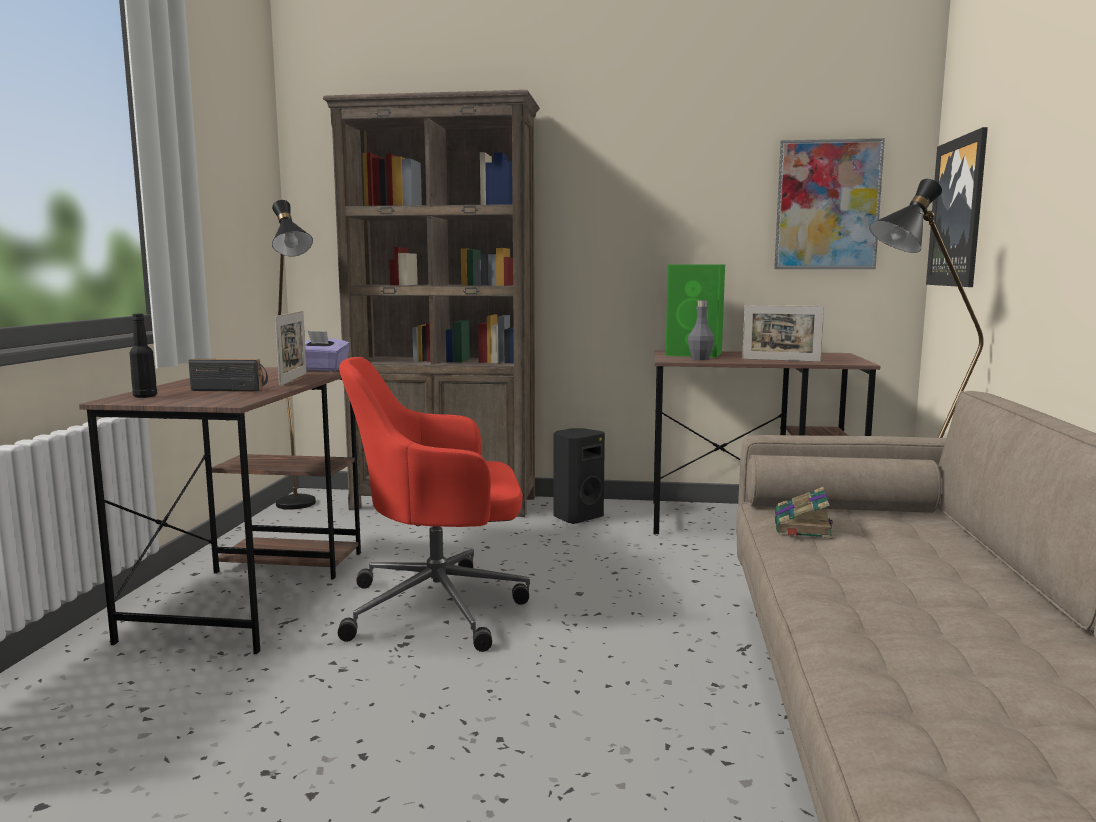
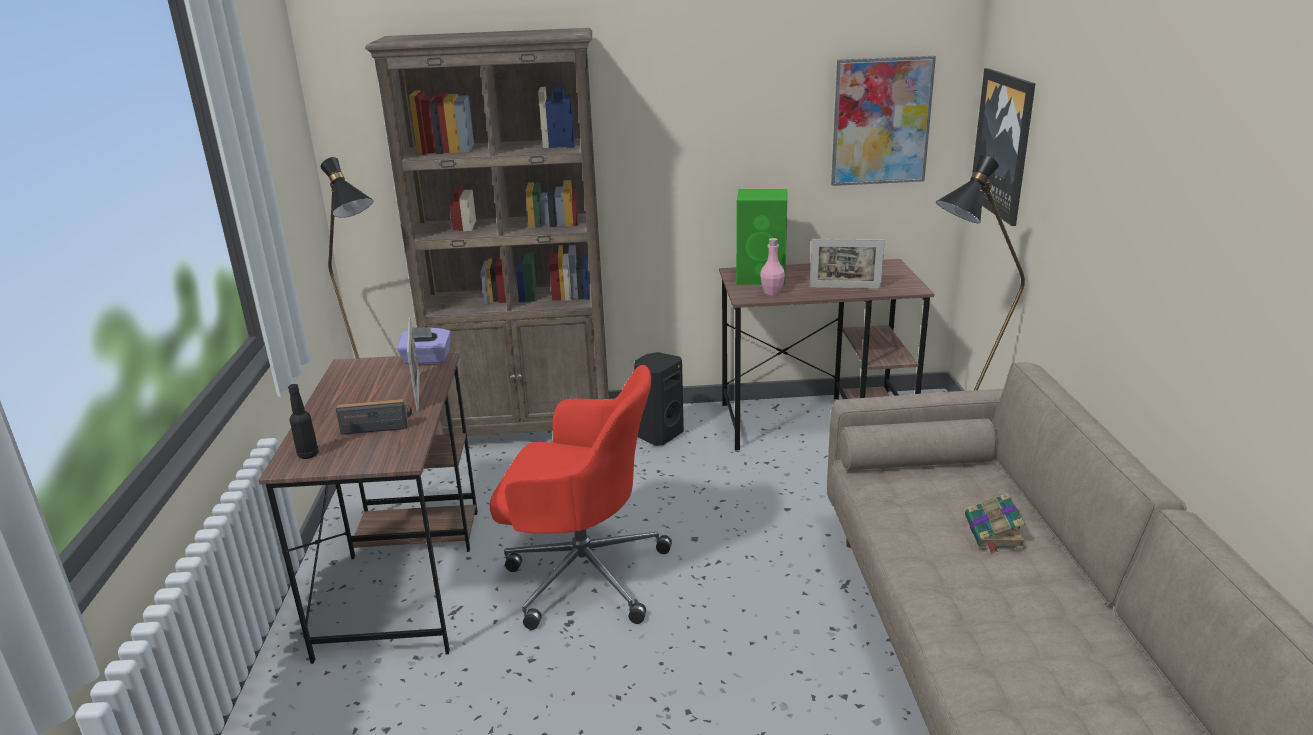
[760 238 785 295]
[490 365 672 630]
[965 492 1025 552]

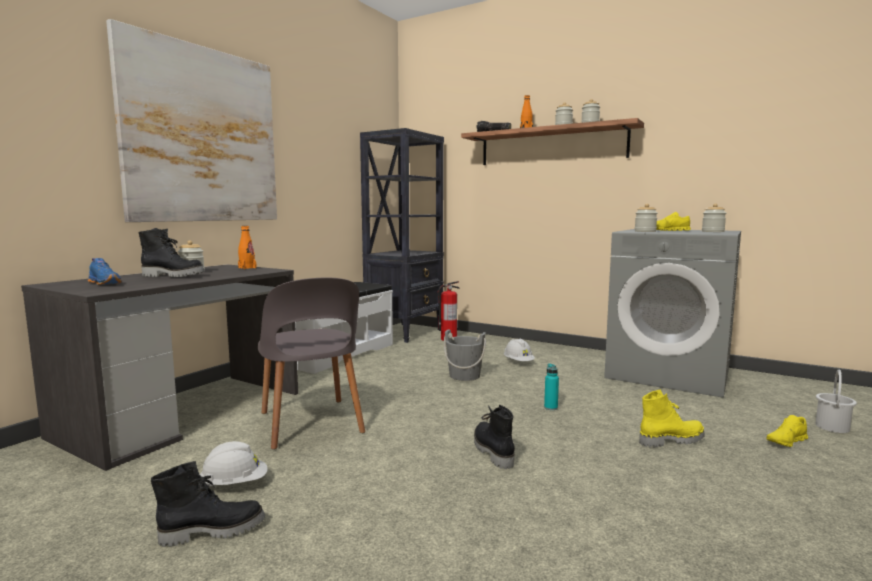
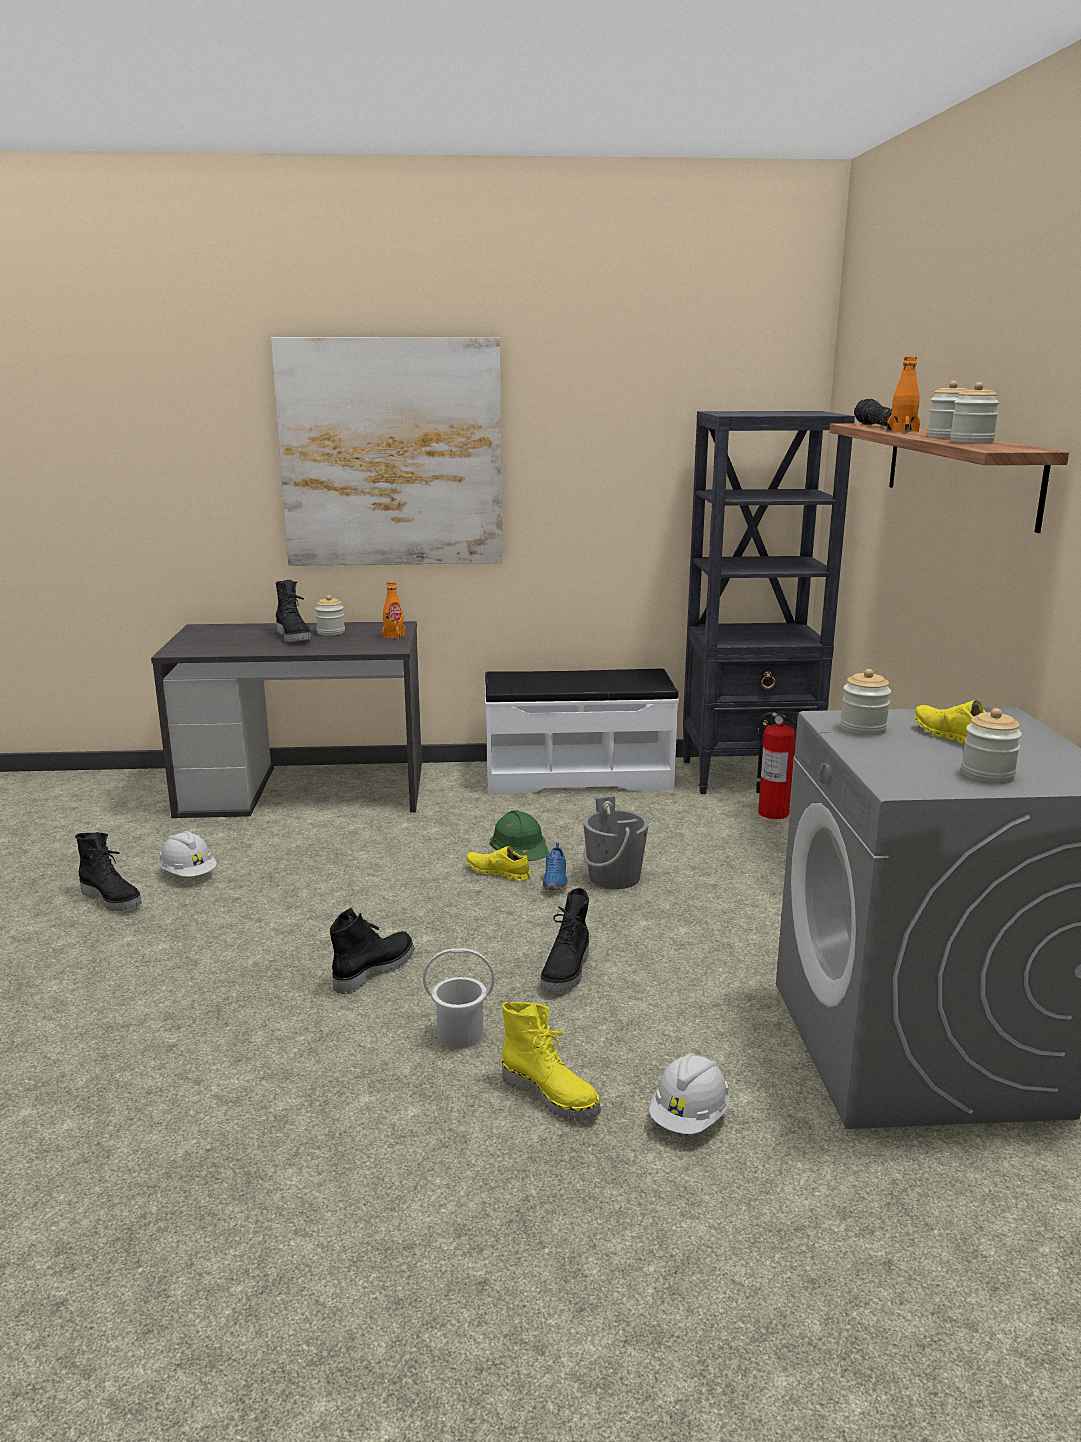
[542 843 568 890]
[258 278 365 449] (first image)
[649 1053 730 1134]
[540 888 589 992]
[423 948 495 1049]
[466 846 531 881]
[490 810 550 861]

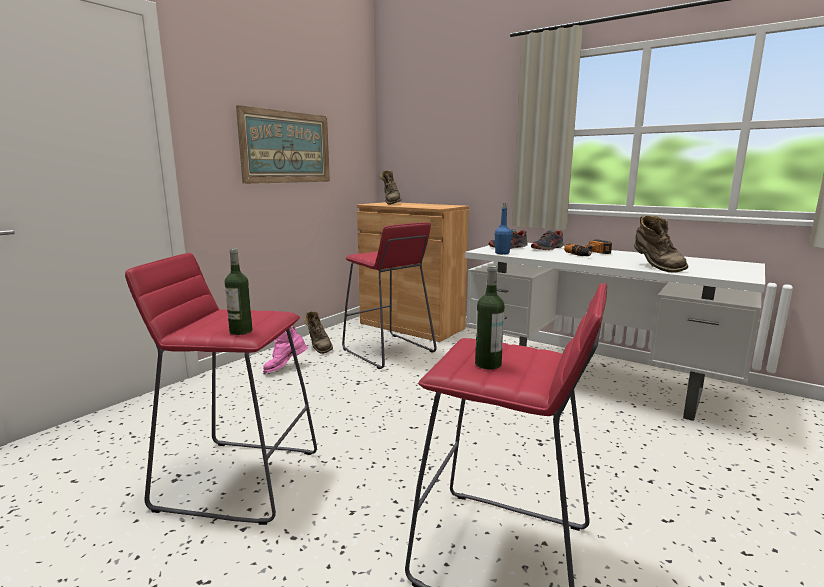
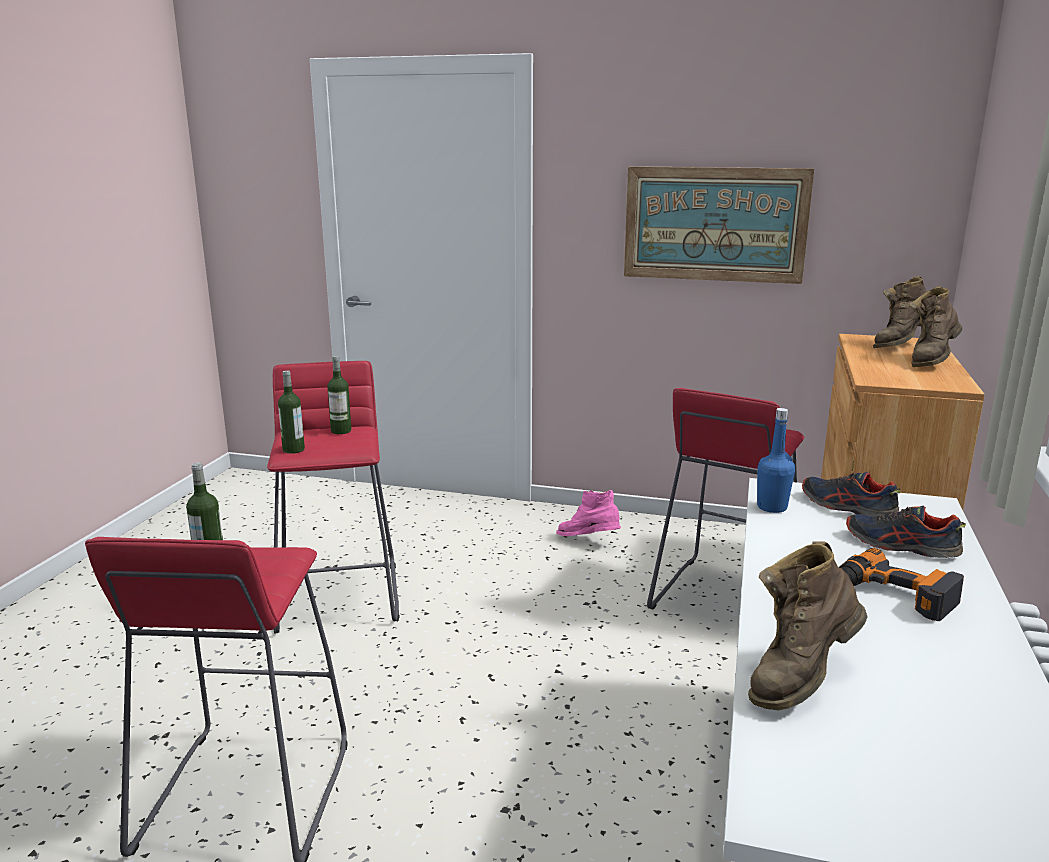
[909 286 963 367]
[327 356 351 434]

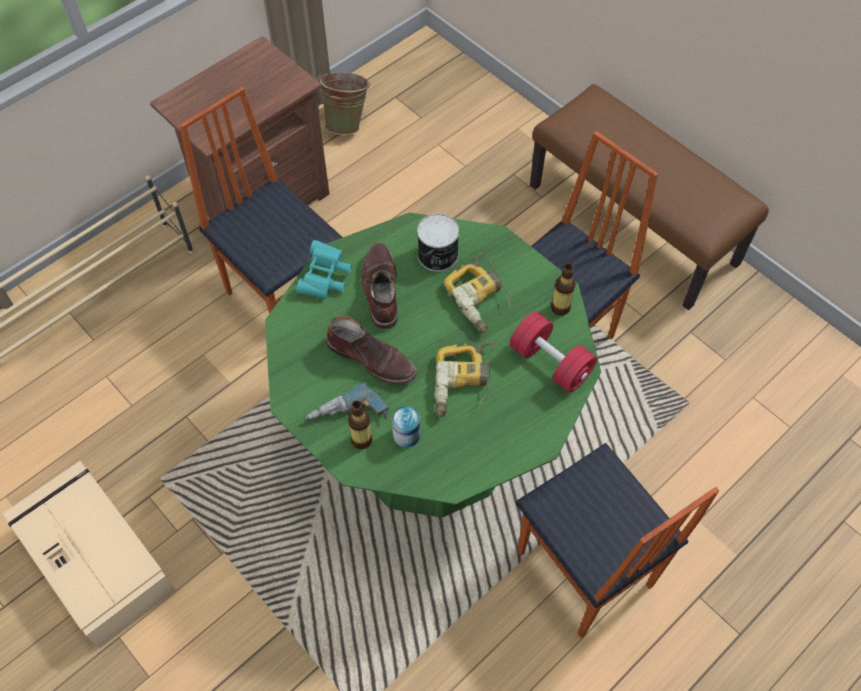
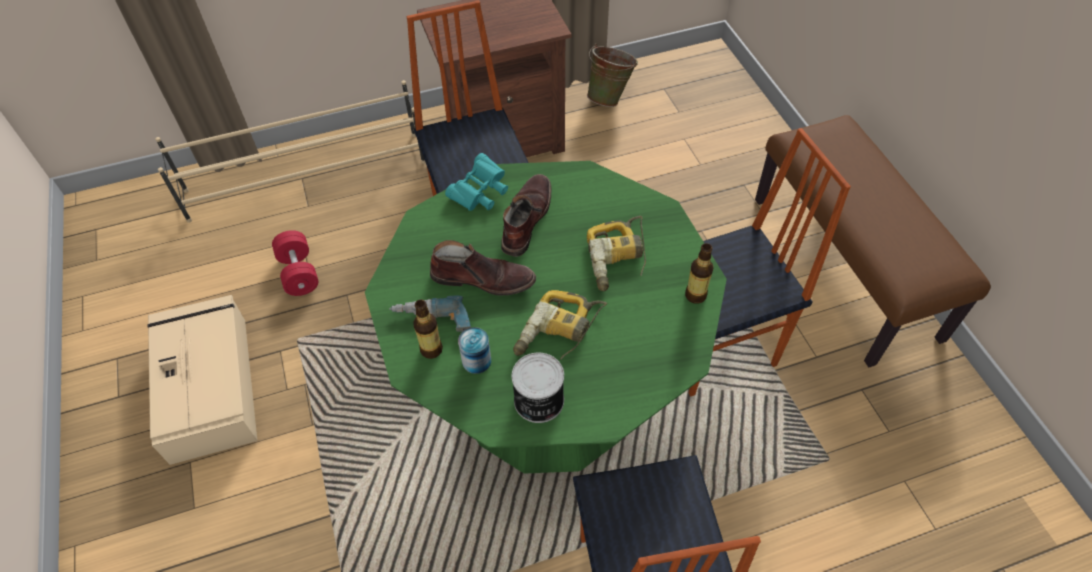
[512 353 564 423]
[272 230 318 296]
[430 240 536 295]

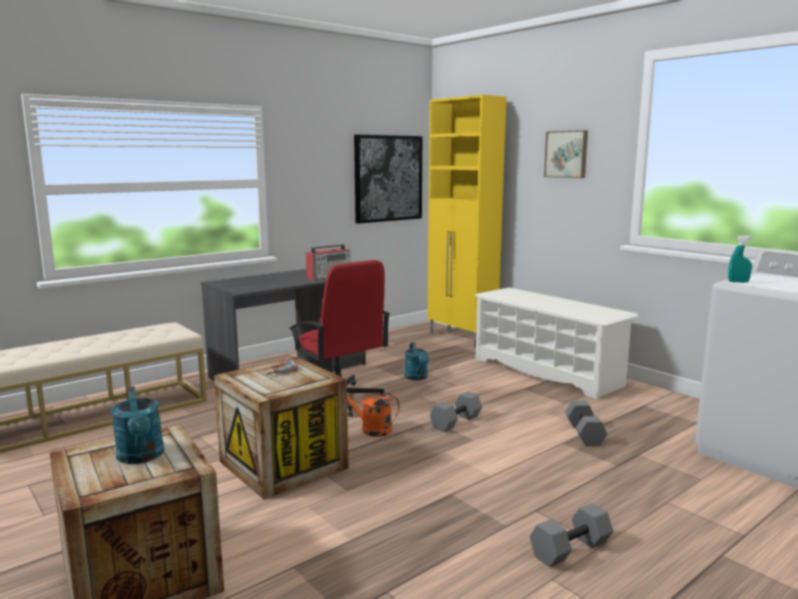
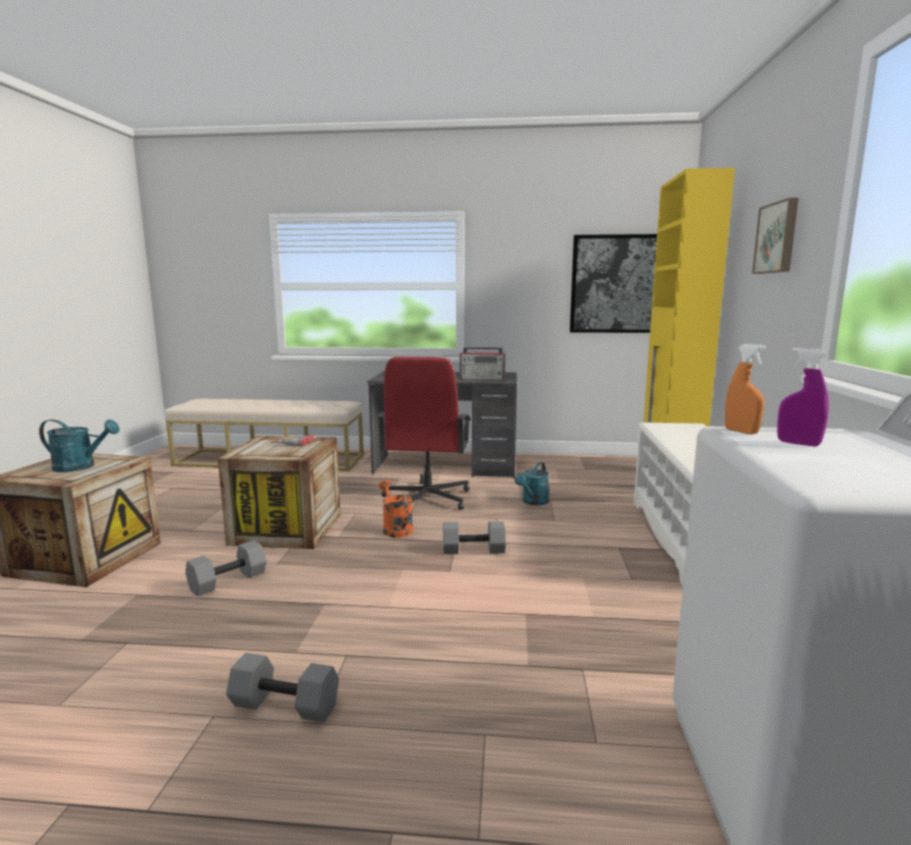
[725 344 766 434]
[39 419 120 472]
[185 540 267 596]
[777 348 829 446]

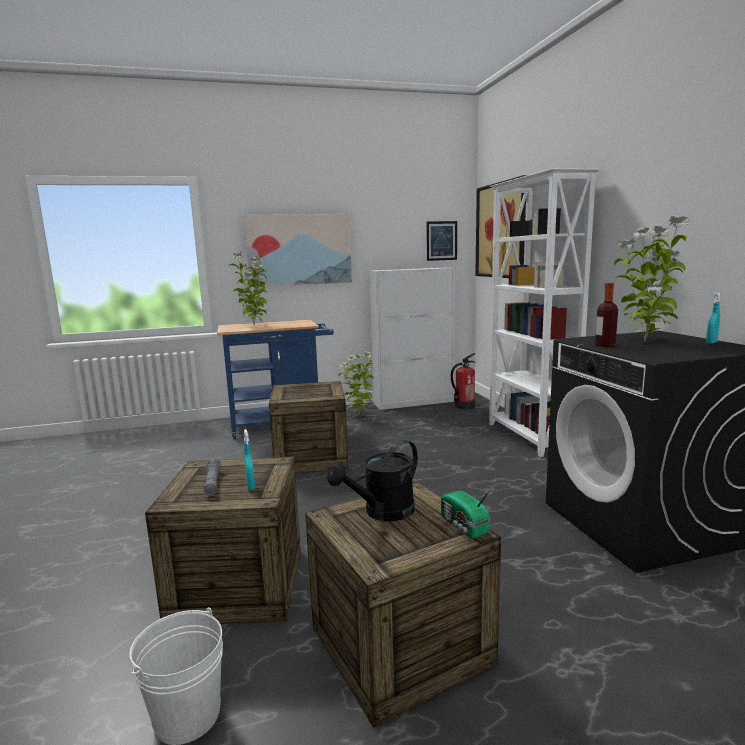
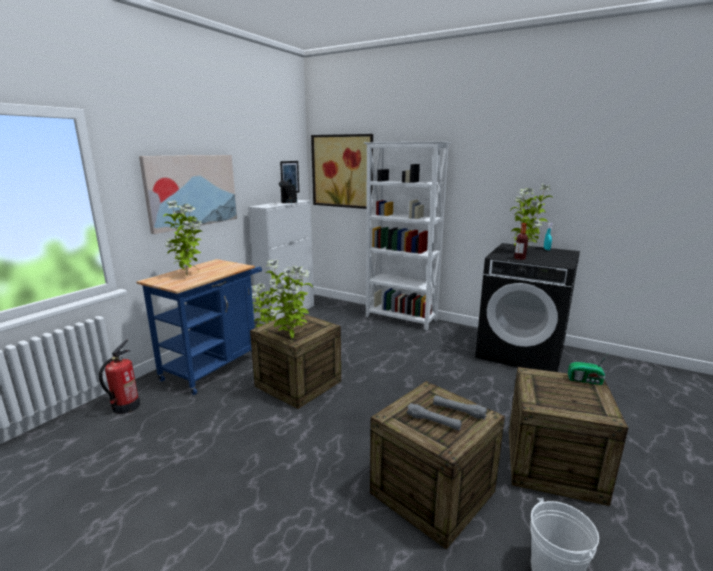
[99 340 140 414]
[433 395 487 419]
[279 179 297 203]
[266 259 313 338]

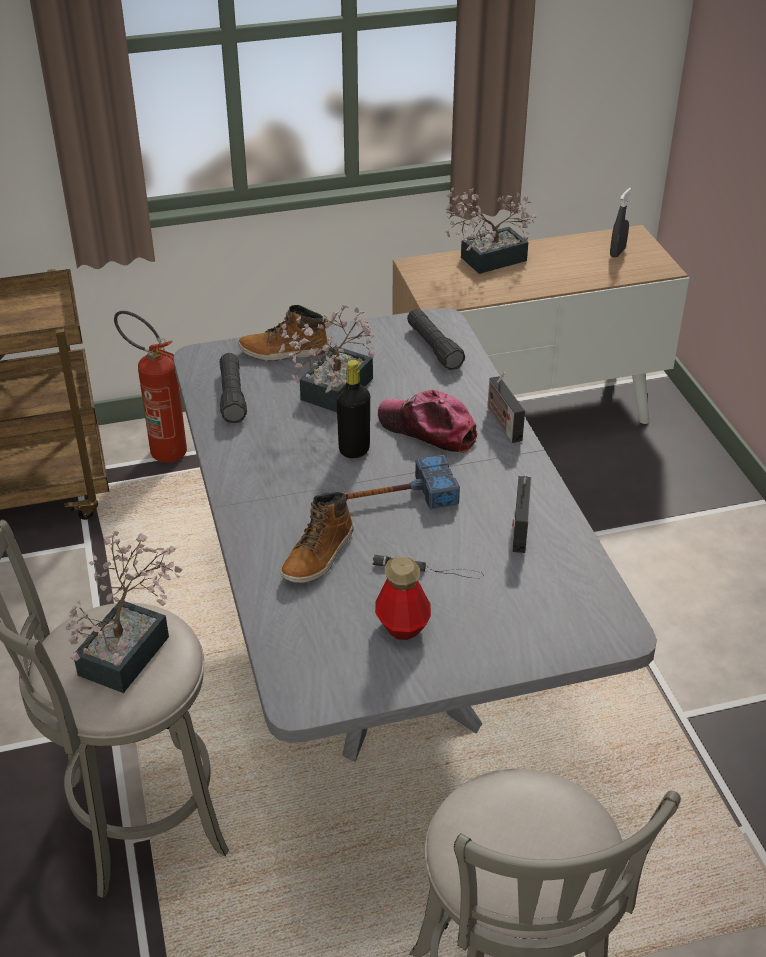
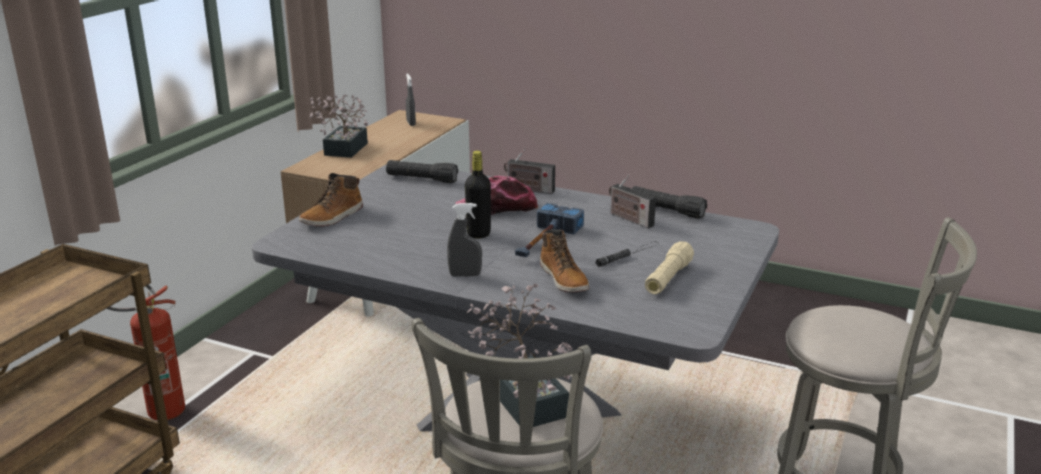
[278 305 375 412] (first image)
[632 186 707 219]
[645 241 694 294]
[447 203 482 277]

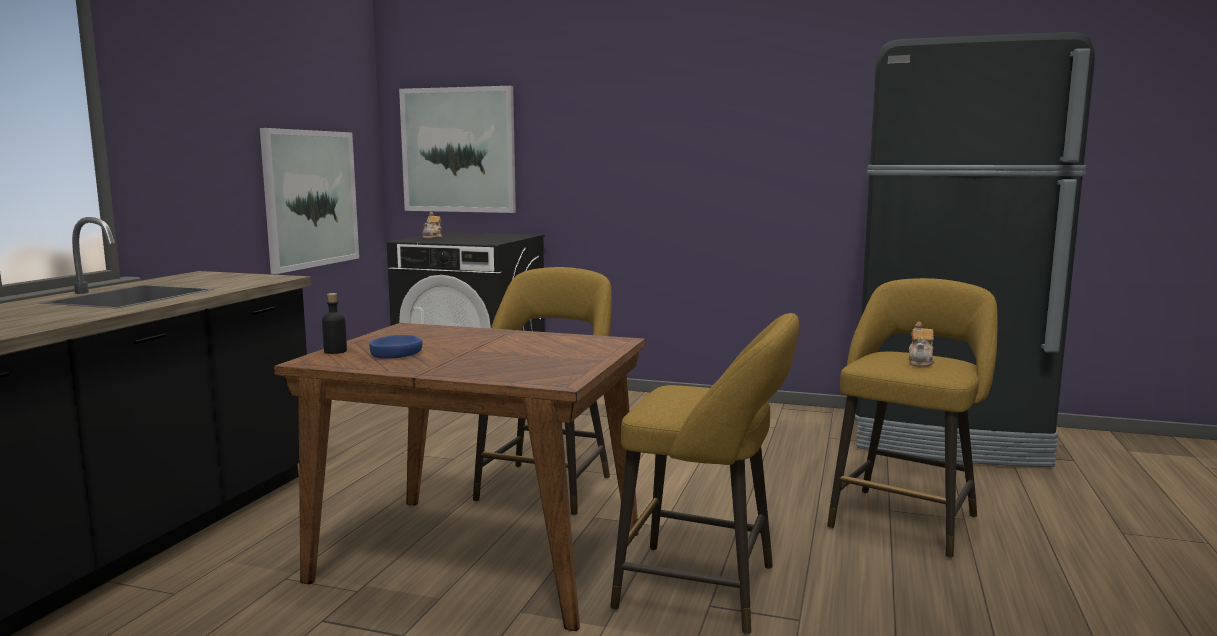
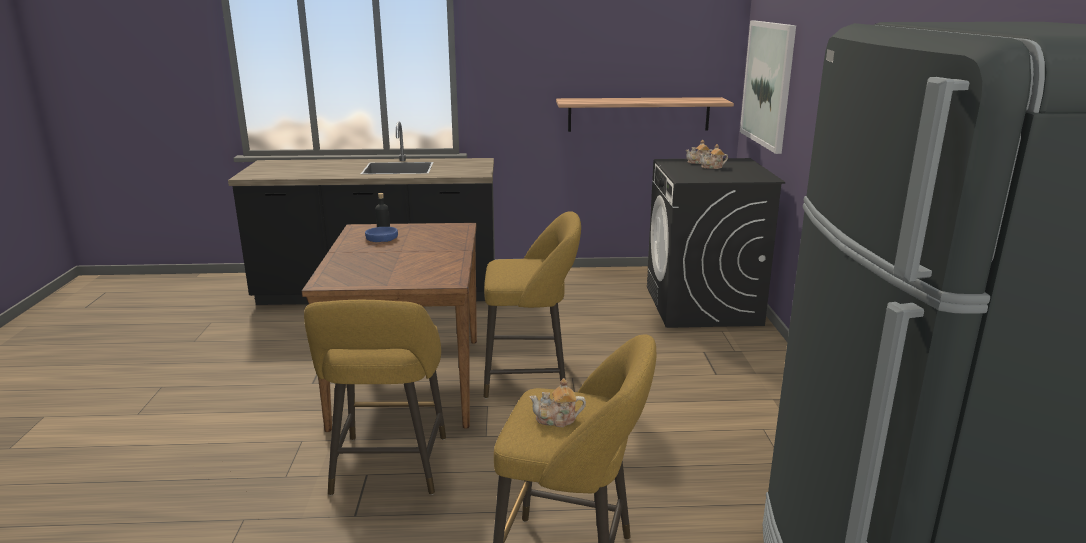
[556 97 734 132]
[699 144 728 169]

